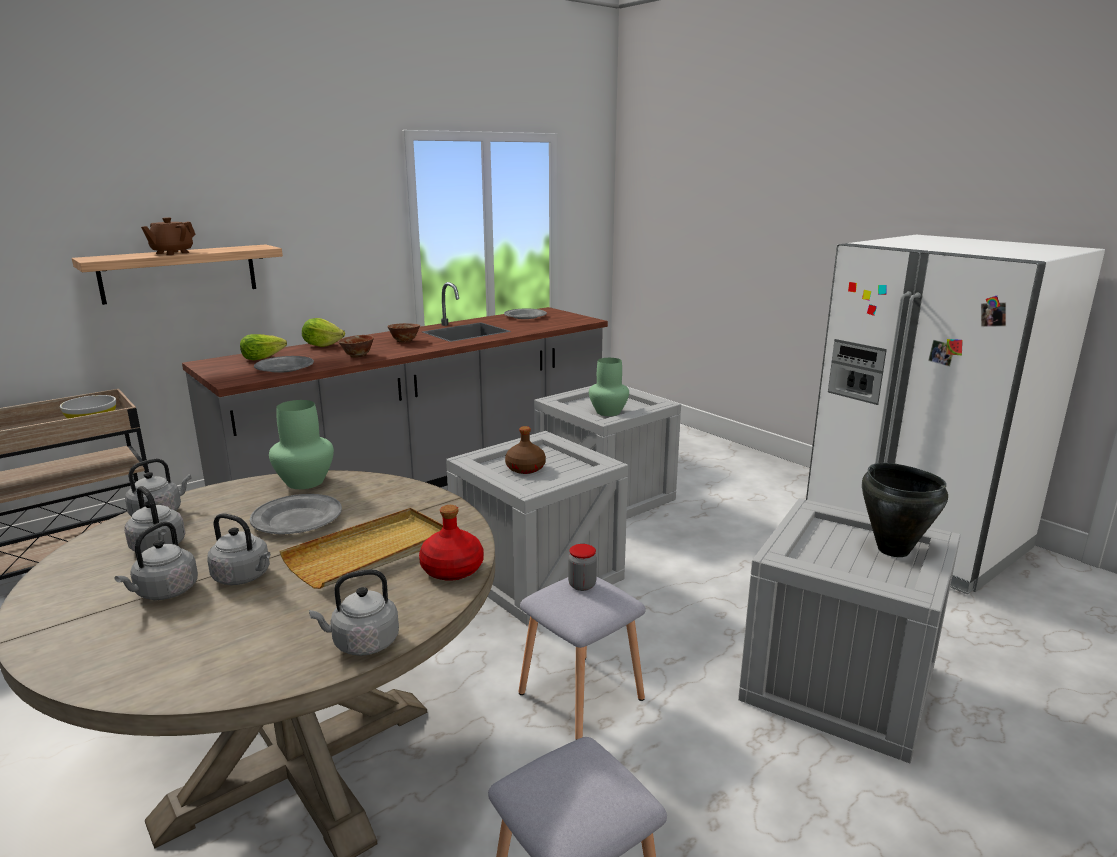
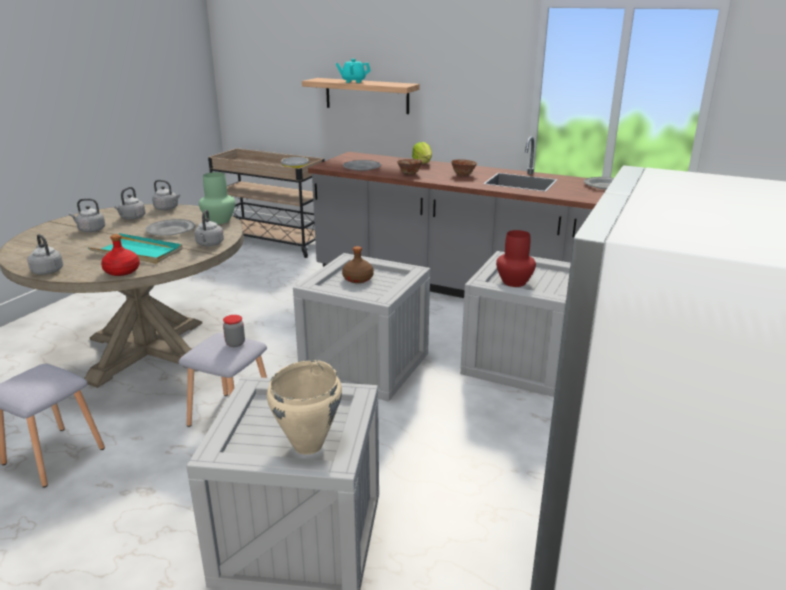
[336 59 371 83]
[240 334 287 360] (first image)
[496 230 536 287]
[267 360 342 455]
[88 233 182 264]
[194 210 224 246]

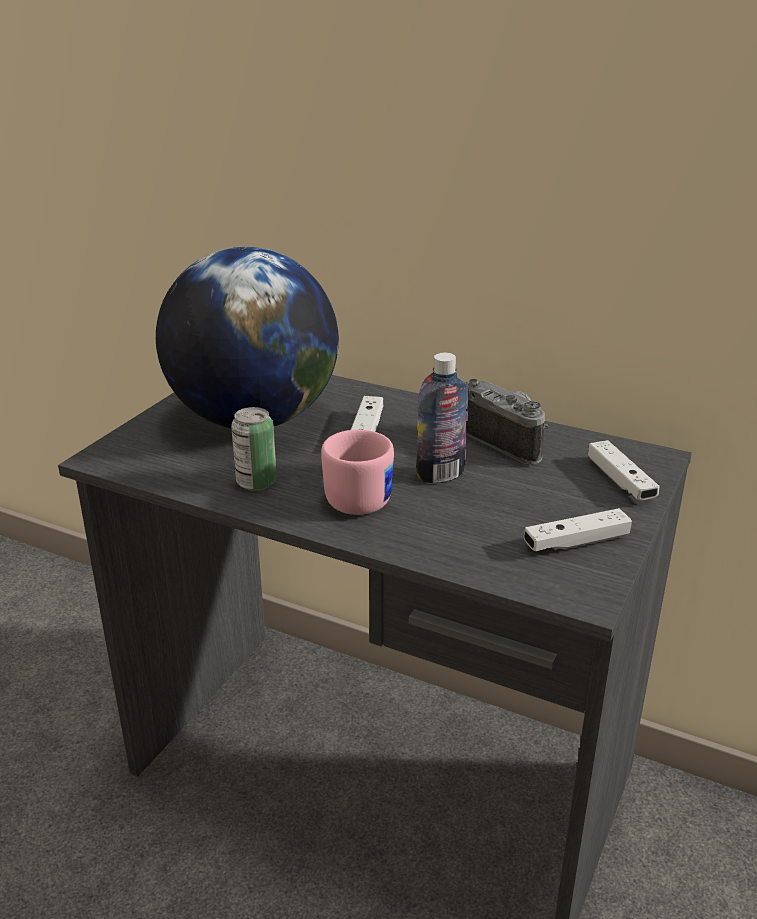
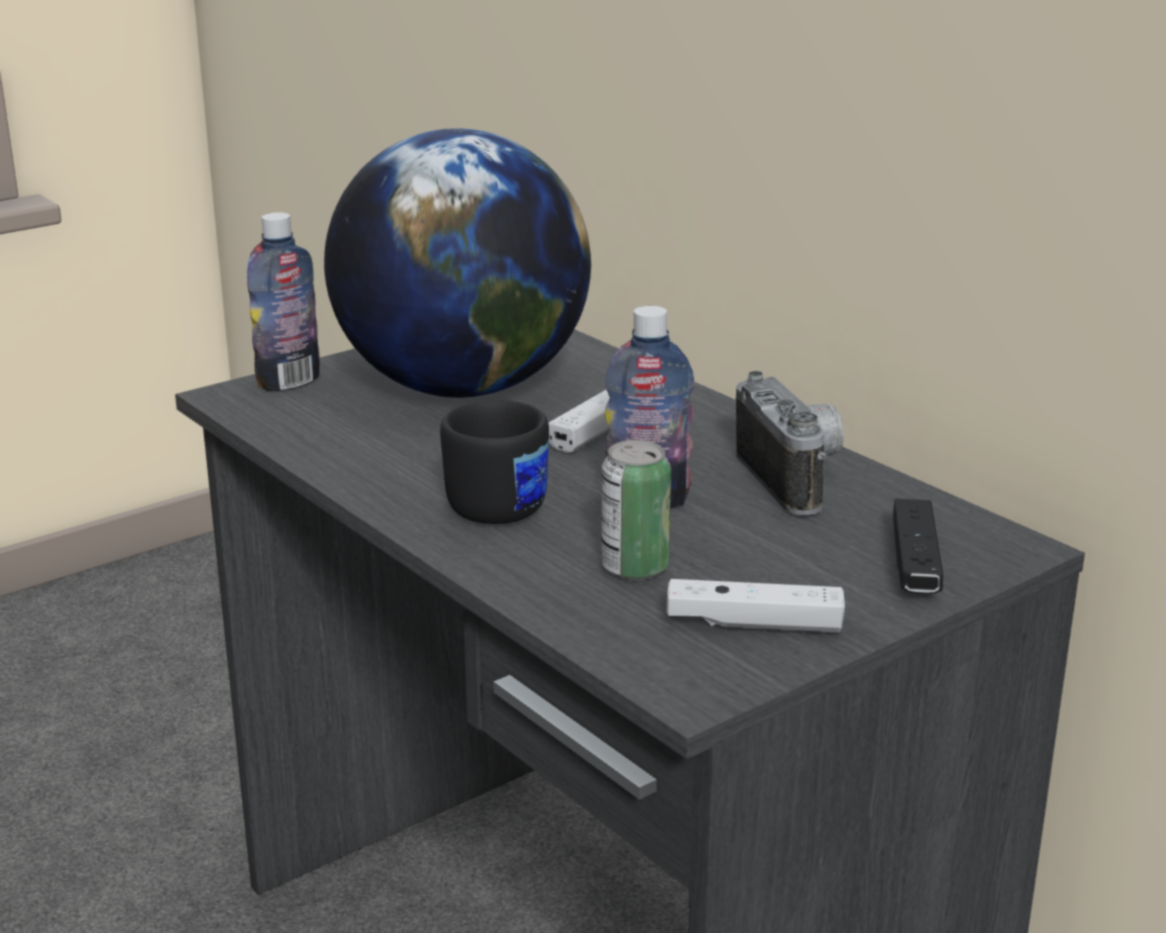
[601 440 671 580]
[440 400 549 524]
[893 498 943 594]
[247 212 320 391]

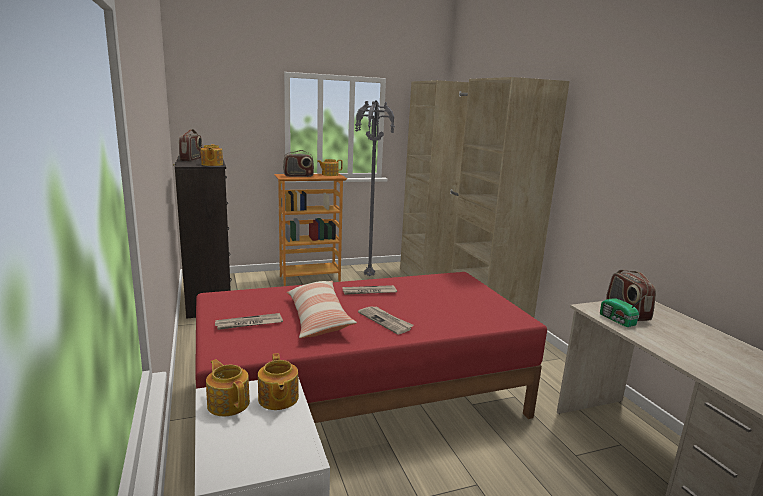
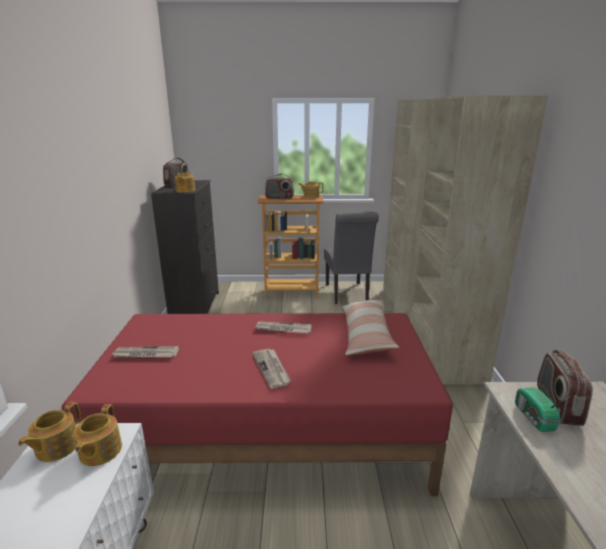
[324 211 379 304]
[342 300 399 355]
[18 402 81 462]

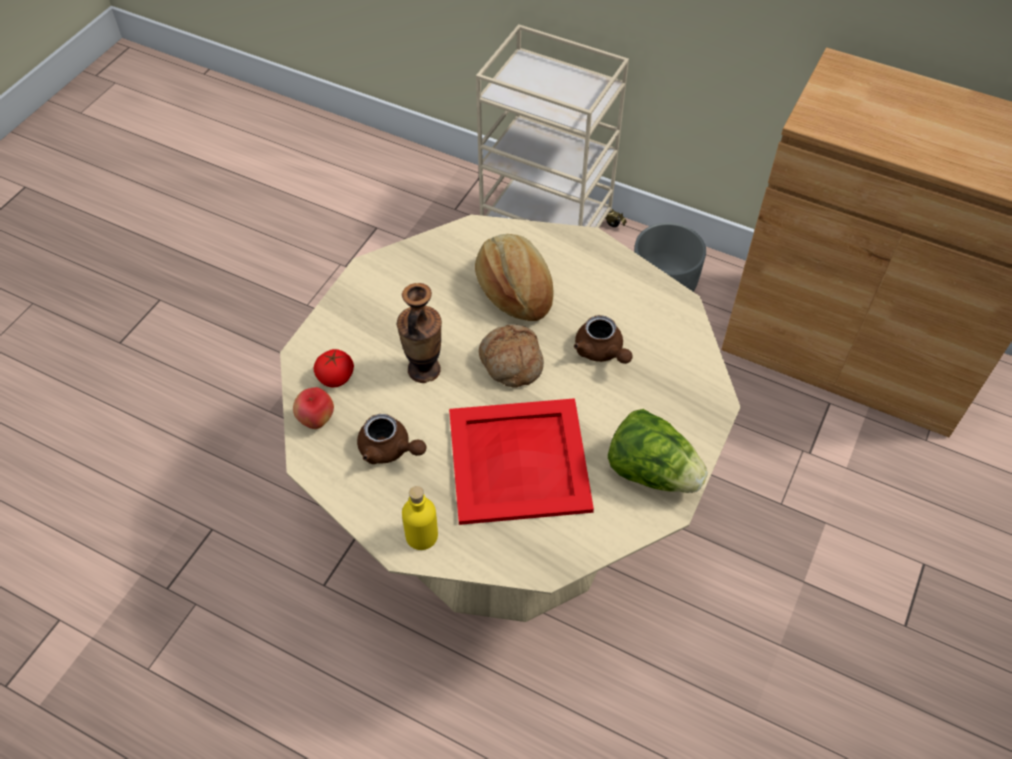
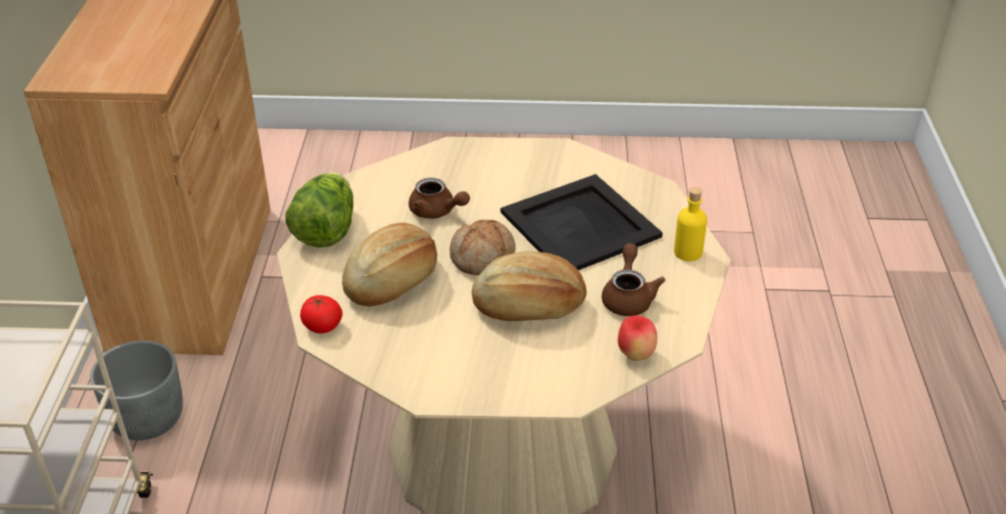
[472 251 587 321]
[409 178 470 219]
[300 295 343 334]
[501 174 663 270]
[285 172 353 248]

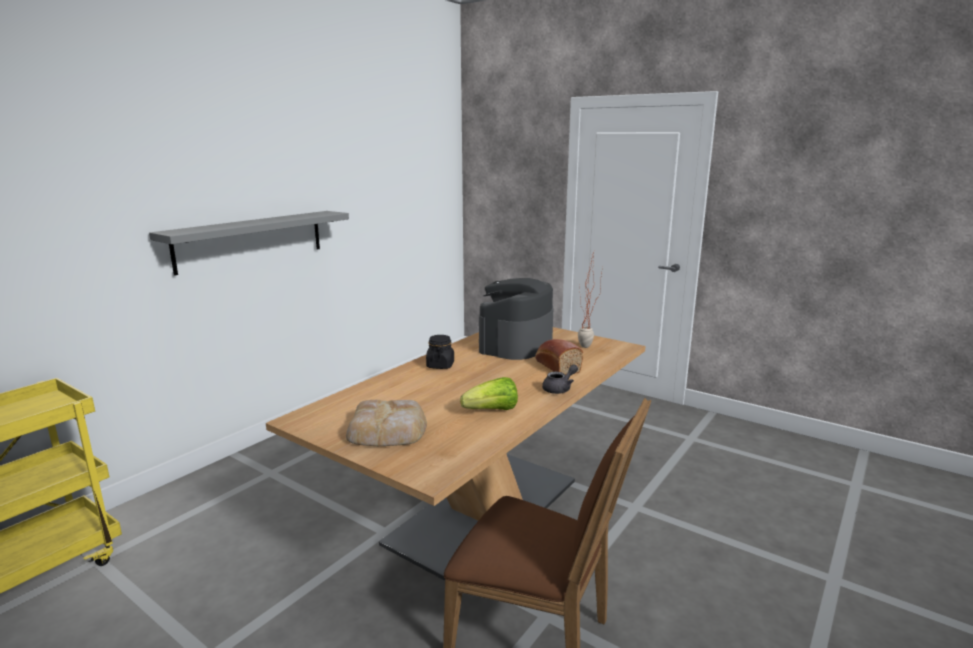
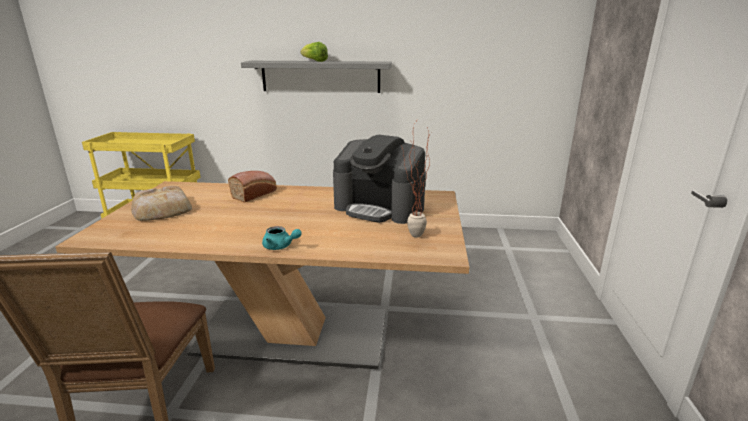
[333 135 426 224]
[426 335 454 369] (first image)
[228 171 277 203]
[262 226 302 250]
[301 42 328 62]

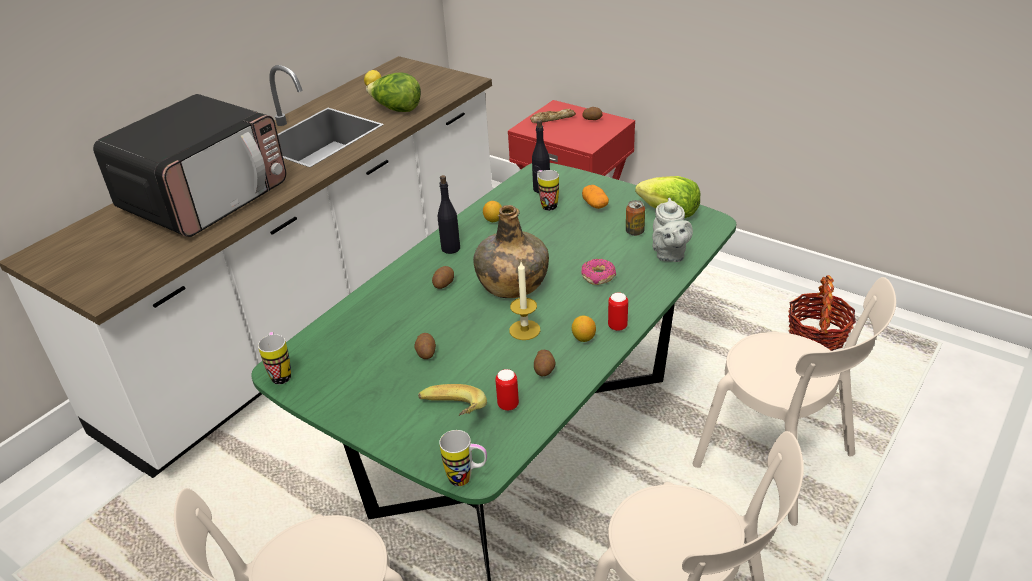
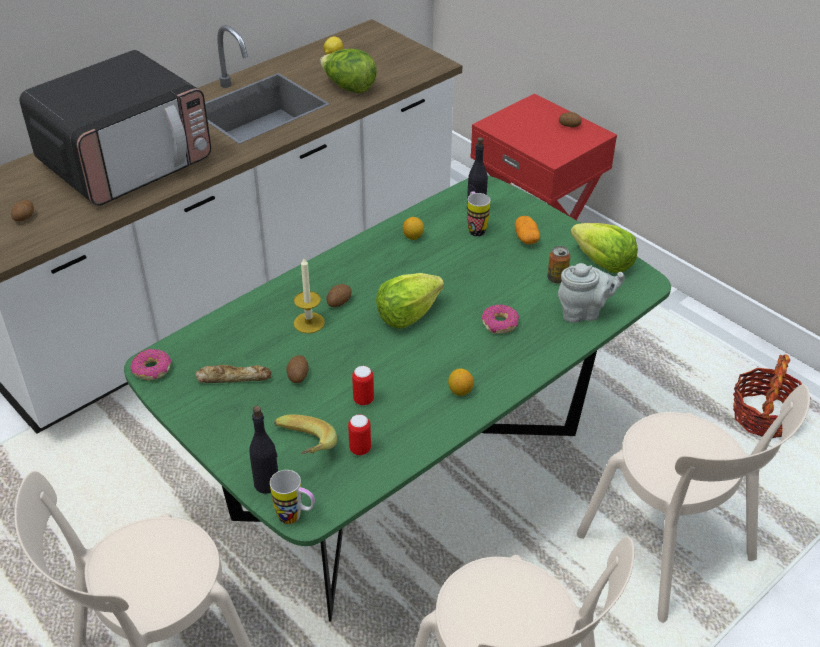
[195 365 272 383]
[250 406 278 494]
[558 263 625 323]
[376 273 444 329]
[294 258 325 333]
[352 366 374 405]
[131 349 172 380]
[11 200 34 222]

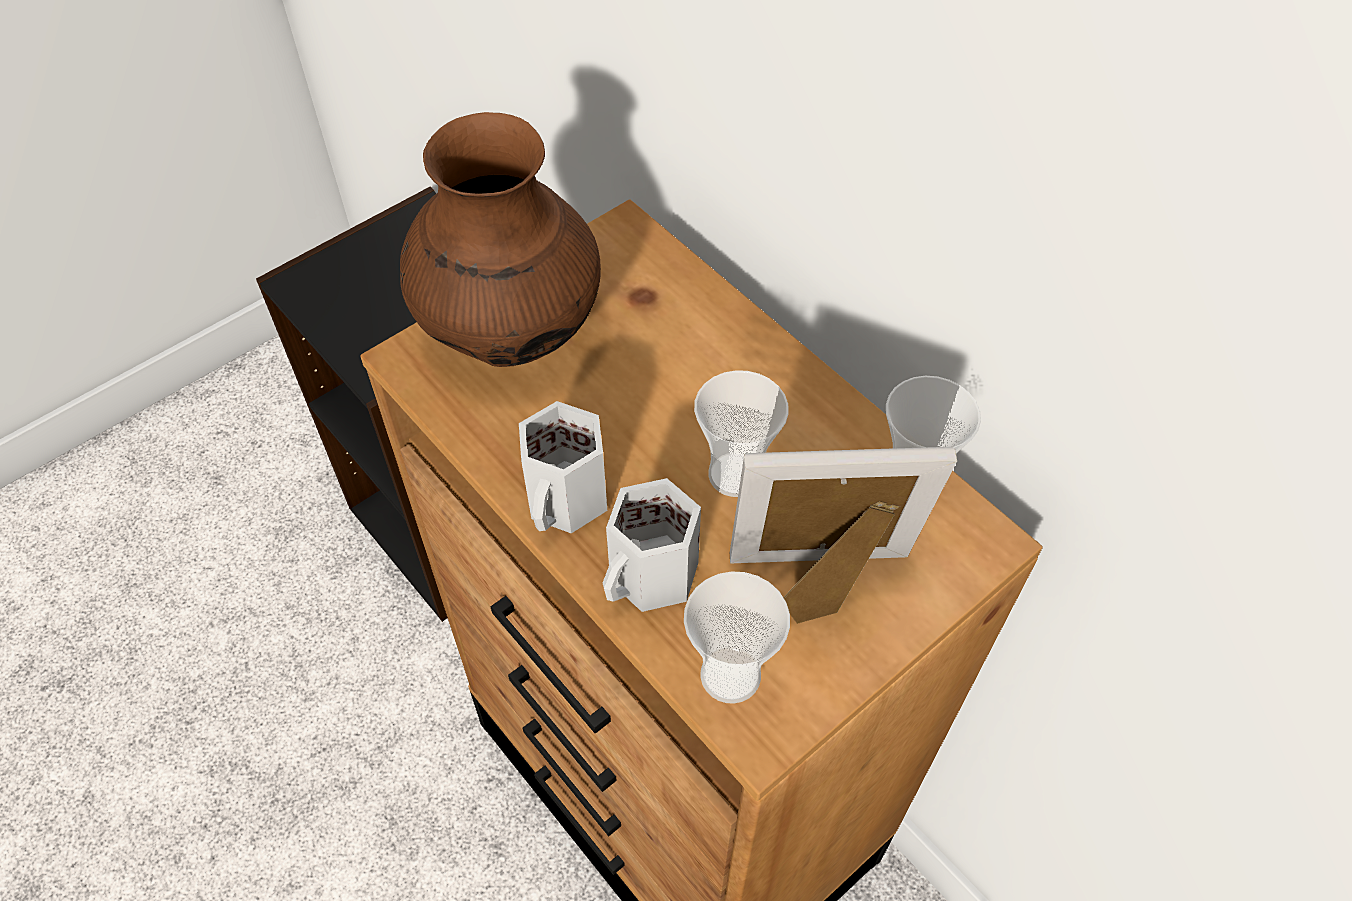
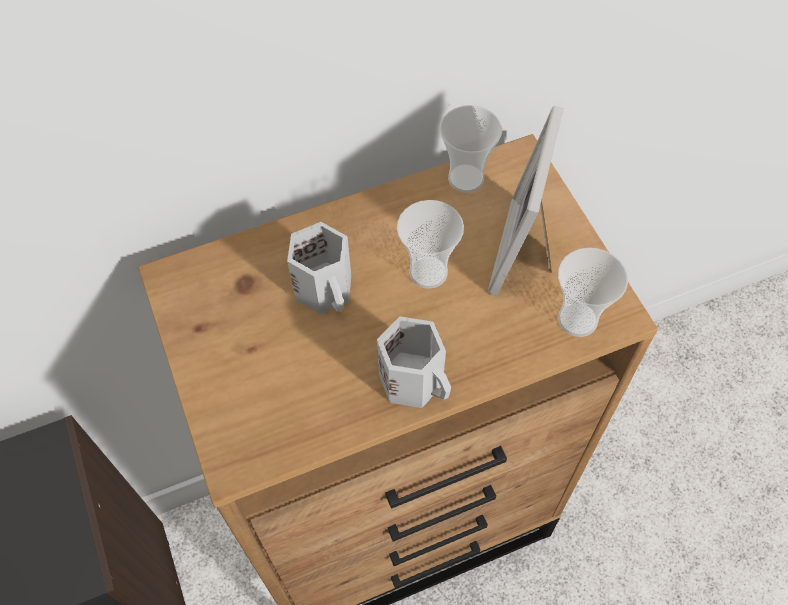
[400 112 601 367] (first image)
[287 222 351 315]

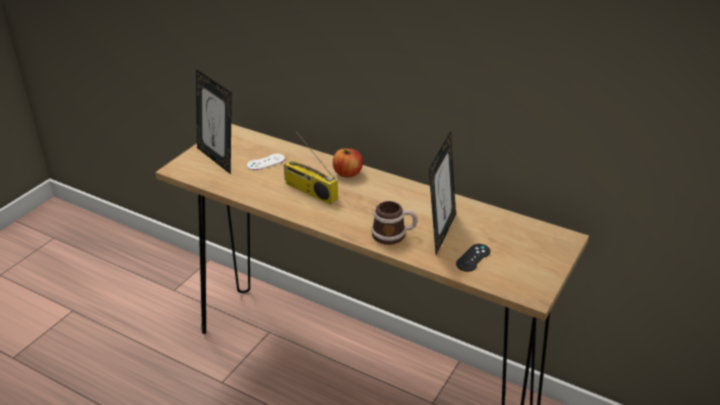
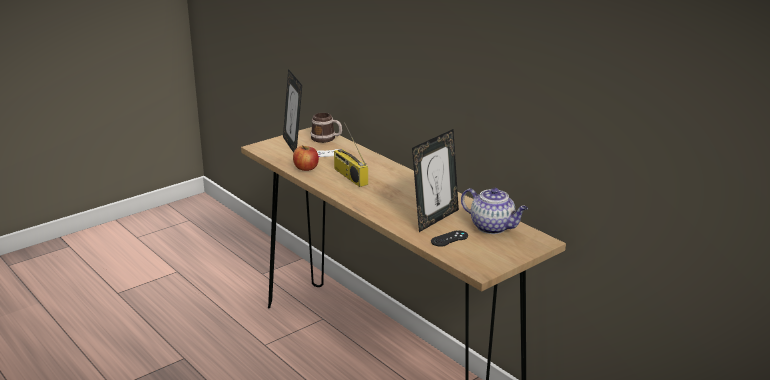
[293 145 319 171]
[310 113 342 143]
[461 188 528 234]

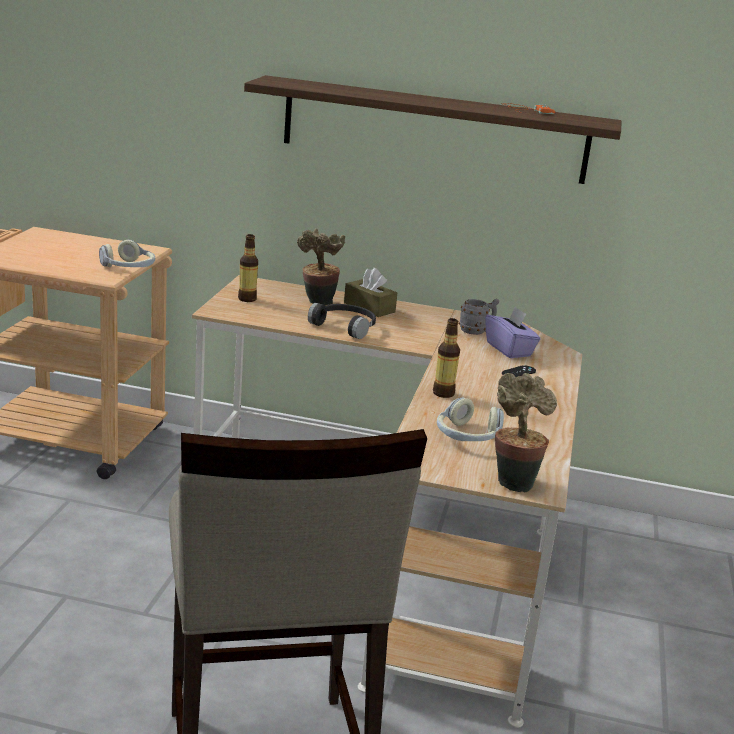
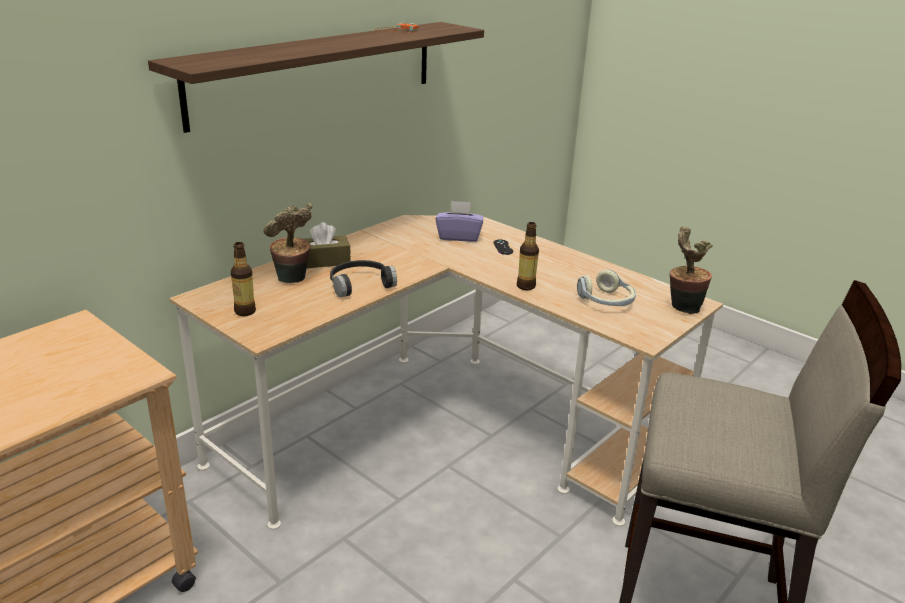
[99 240 155 267] (first image)
[459 299 499 335] (first image)

